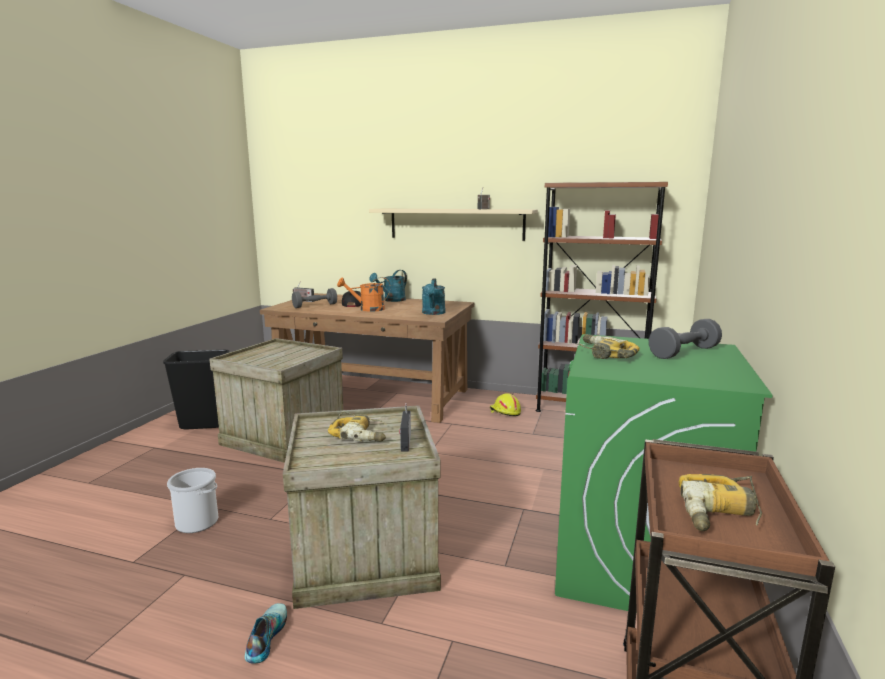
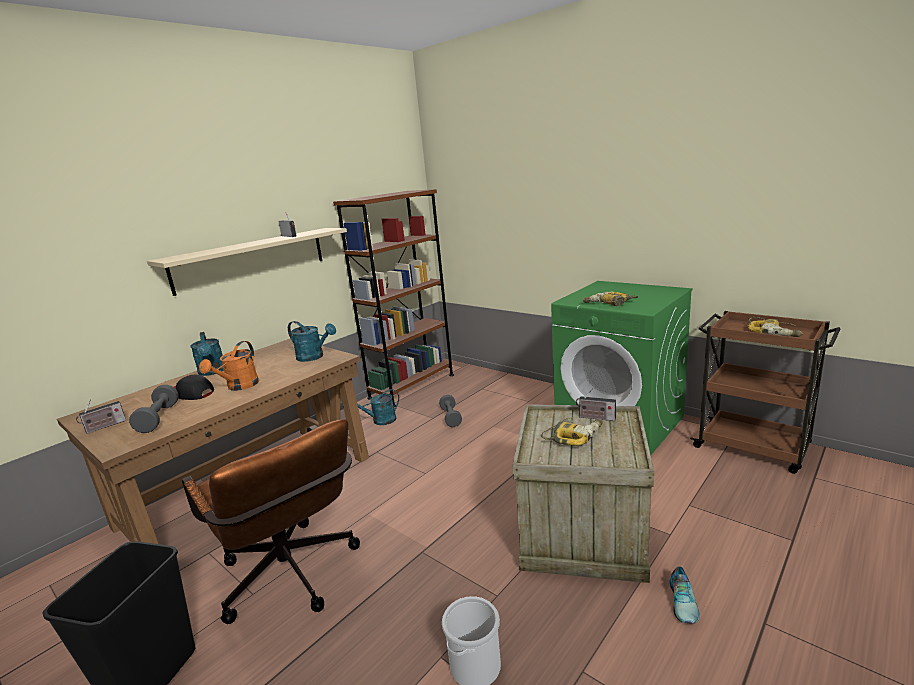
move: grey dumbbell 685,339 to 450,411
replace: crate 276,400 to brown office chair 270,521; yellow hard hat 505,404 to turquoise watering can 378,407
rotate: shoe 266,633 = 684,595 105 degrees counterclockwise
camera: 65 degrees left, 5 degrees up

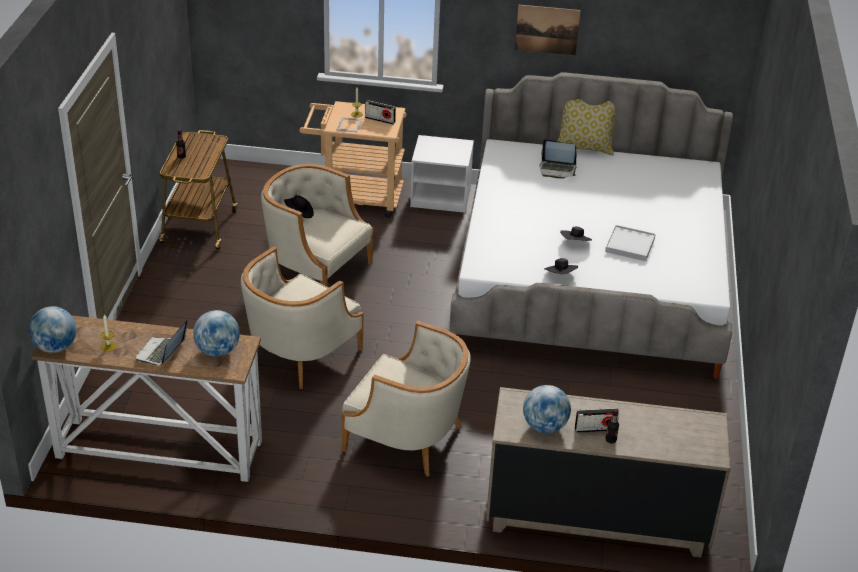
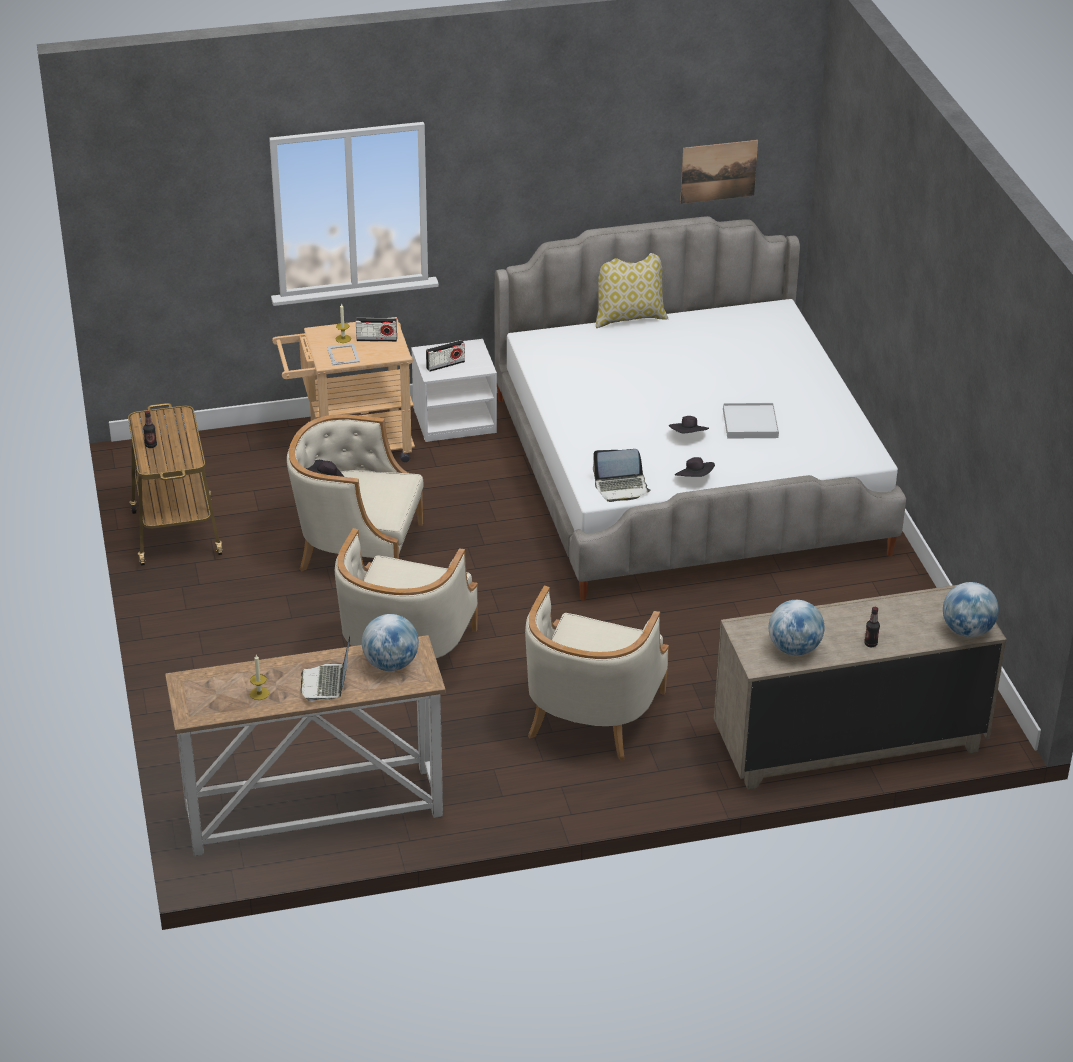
move: globe 52,329 to 971,609; picture 548,30 to 719,172; laptop 558,159 to 622,475; radio 597,420 to 445,356
rotate: beige armchair 406,398 = 597,673 105 degrees clockwise
camera: 20 degrees left, 0 degrees up

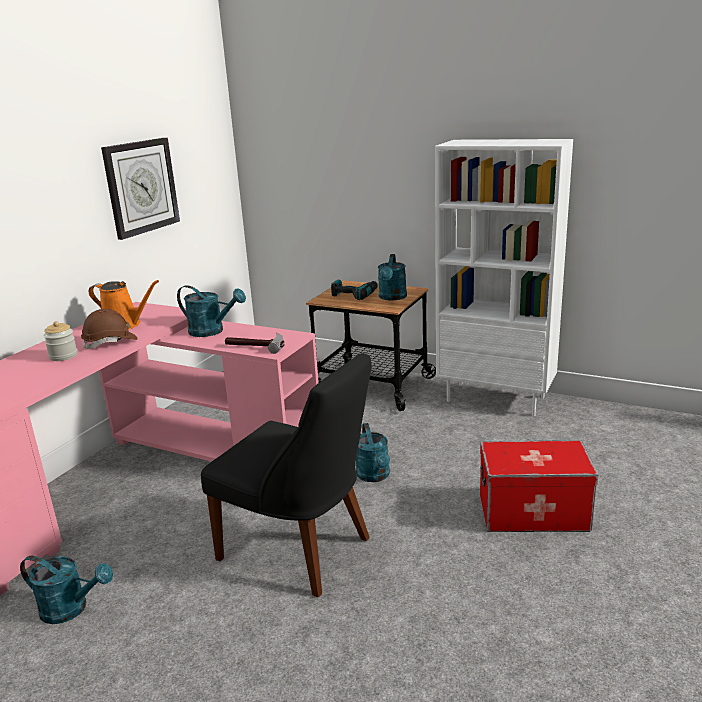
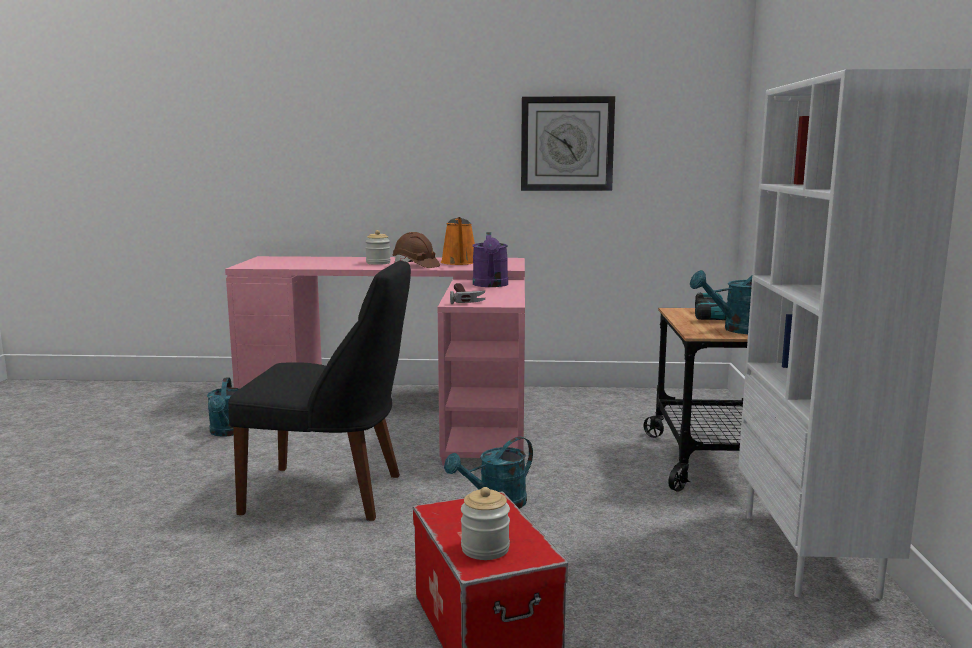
insert: jar 485,523
recolor: turquoise watering can 211,311 to purple watering can 490,259
rotate: black chair 286,475 = 319,390 90 degrees counterclockwise
camera: 65 degrees right, 10 degrees down

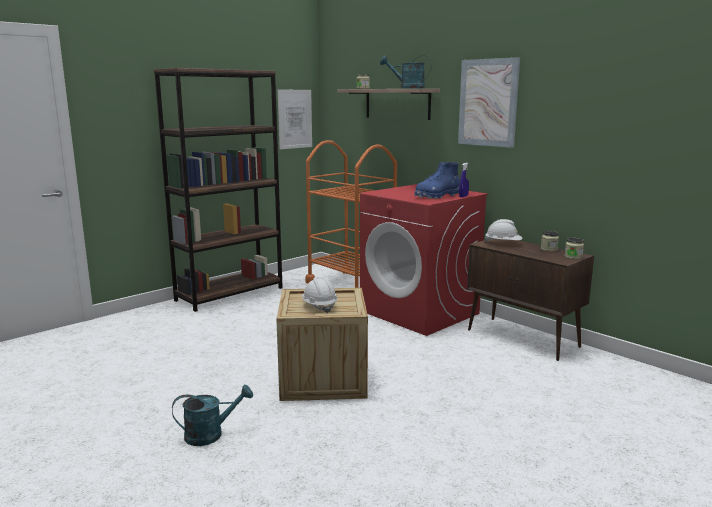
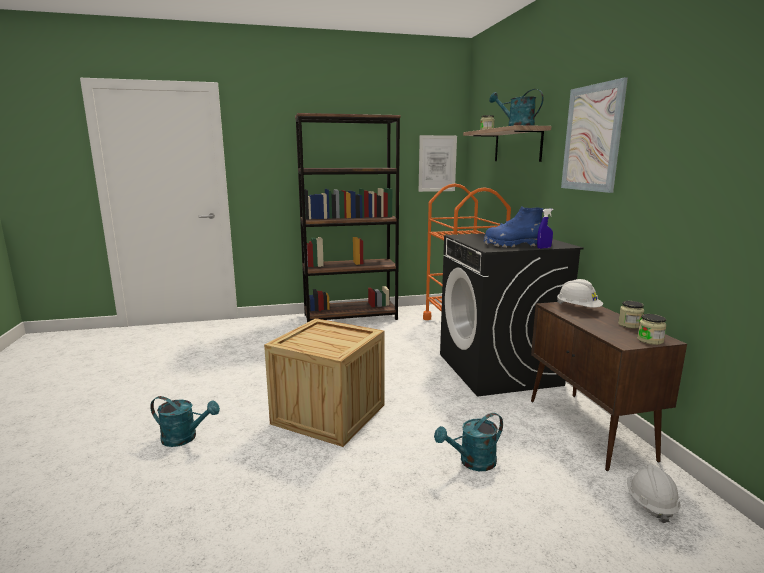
insert: turquoise watering can 468,442
move: white hard hat 320,295 to 654,493
recolor: red washing machine 424,260 to black washing machine 512,314
camera: 30 degrees right, 0 degrees up

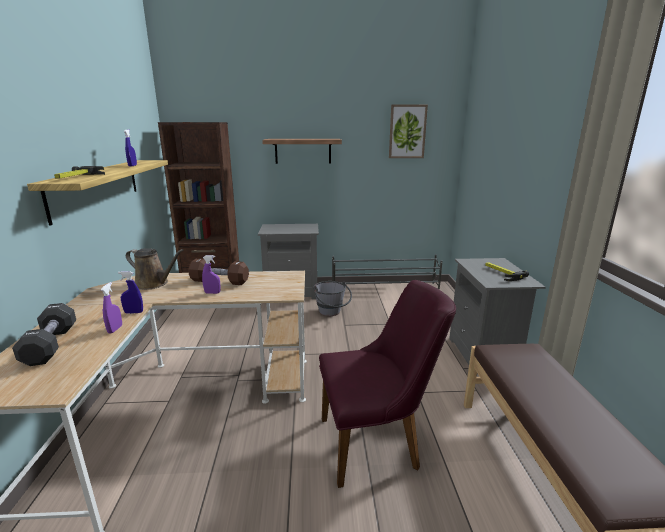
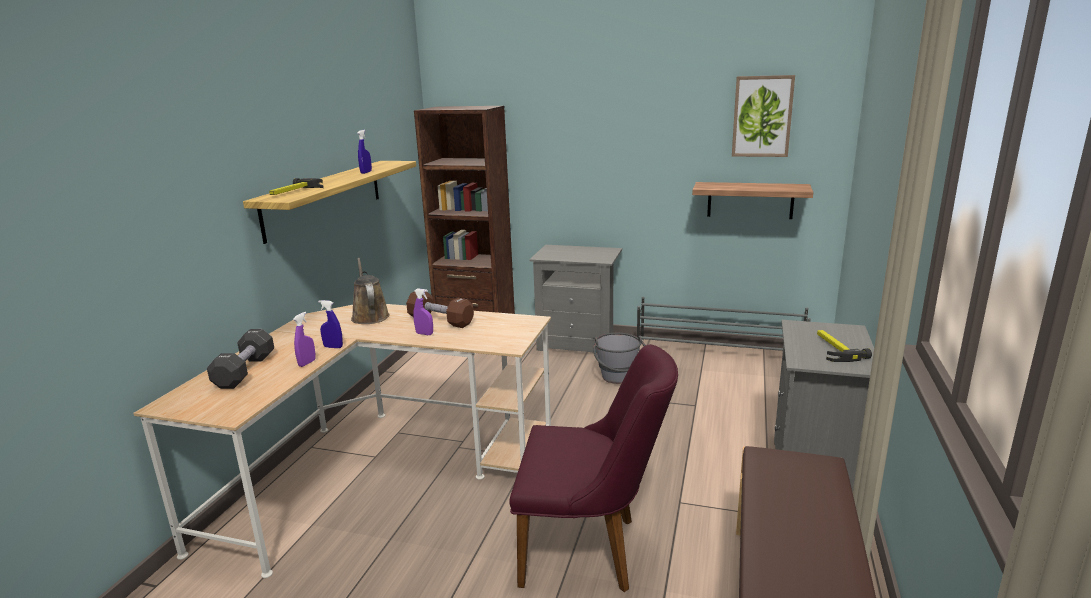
move: shelf 302,151 to 752,200
rotate: brown watering can 155,269 = 370,291 150 degrees counterclockwise
camera: 20 degrees right, 0 degrees up

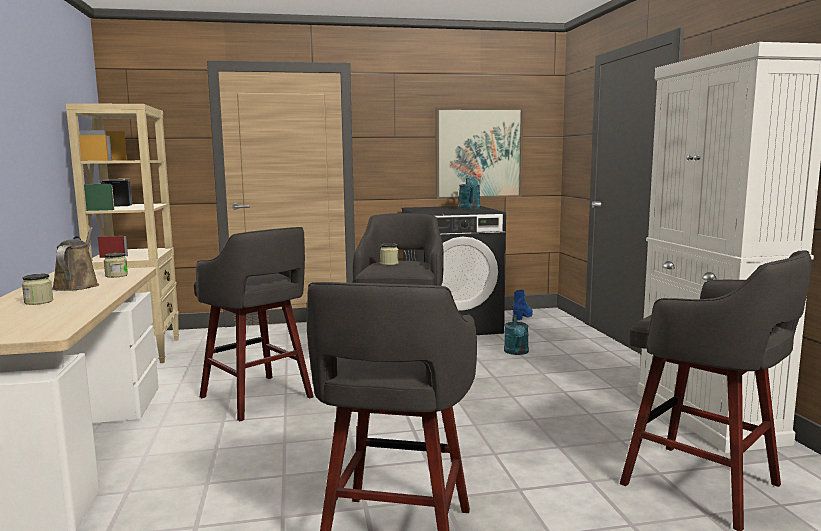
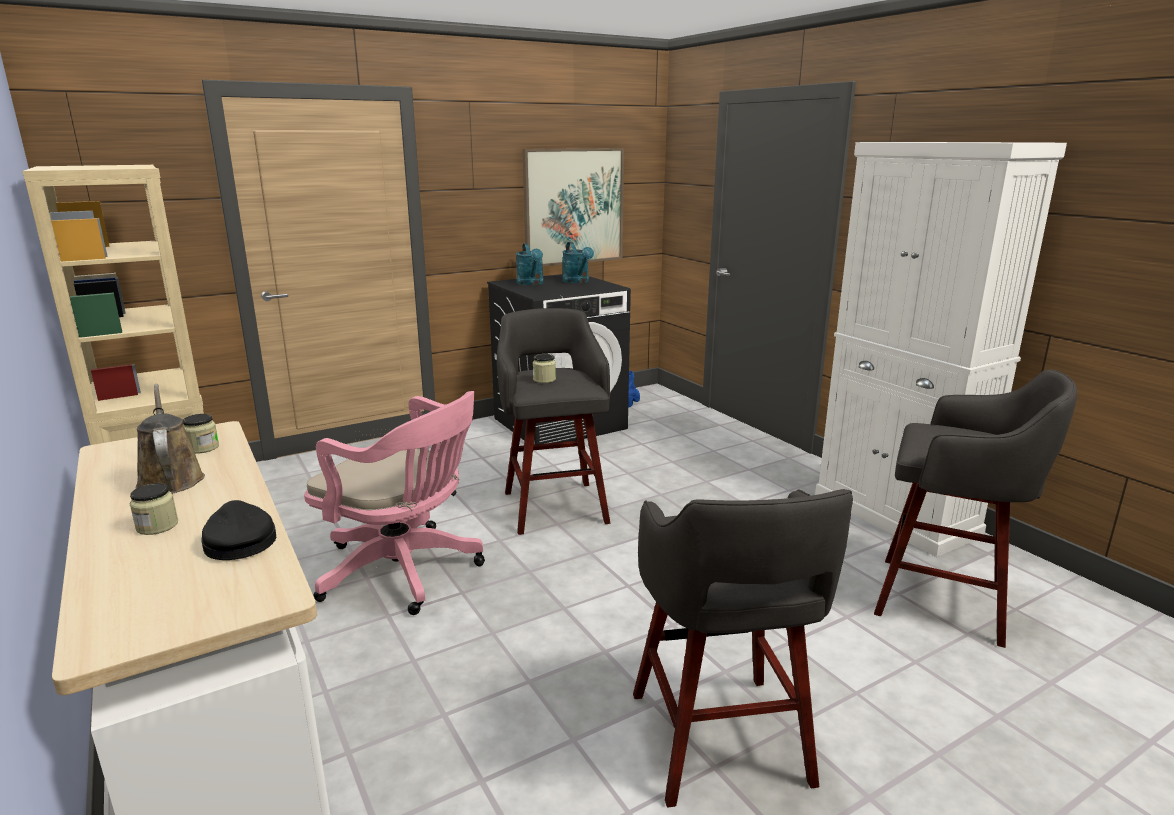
insert: black cap 239,530
move: turquoise watering can 516,335 to 530,264
replace: grey stool 254,324 to pink office chair 394,503
camera: 20 degrees left, 10 degrees up

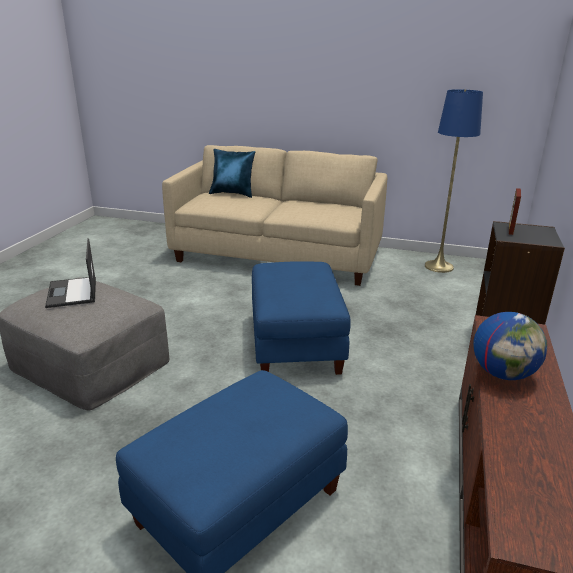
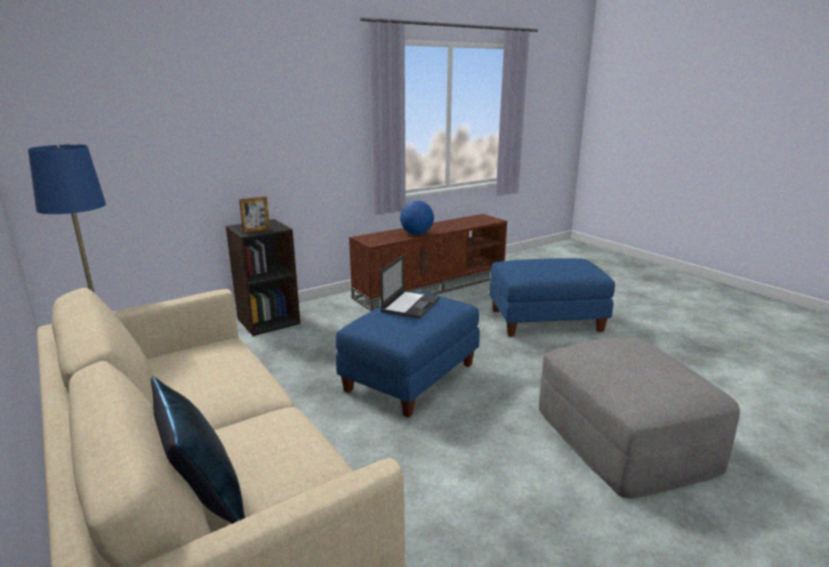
move: laptop 70,273 to 410,286
camera: 140 degrees left, 5 degrees down

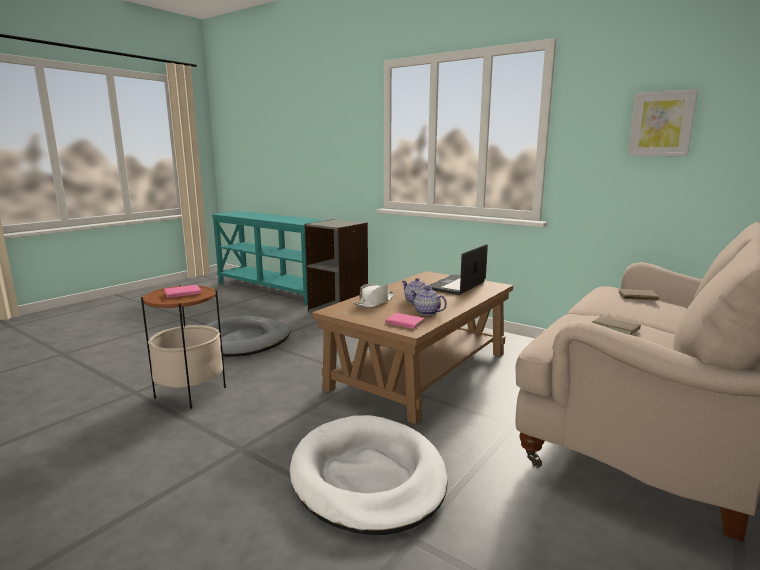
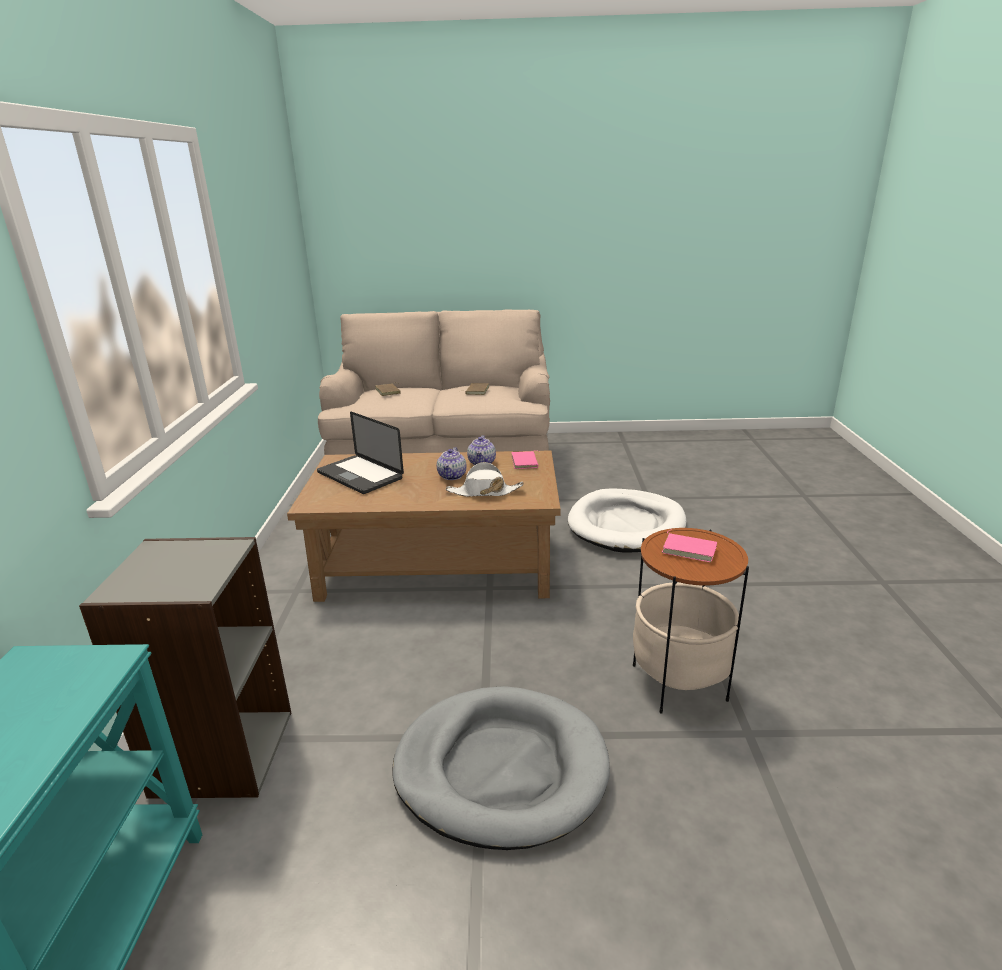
delete: picture 663,122
rotate: laptop 459,269 = 360,453 45 degrees clockwise
camera: 125 degrees left, 10 degrees up

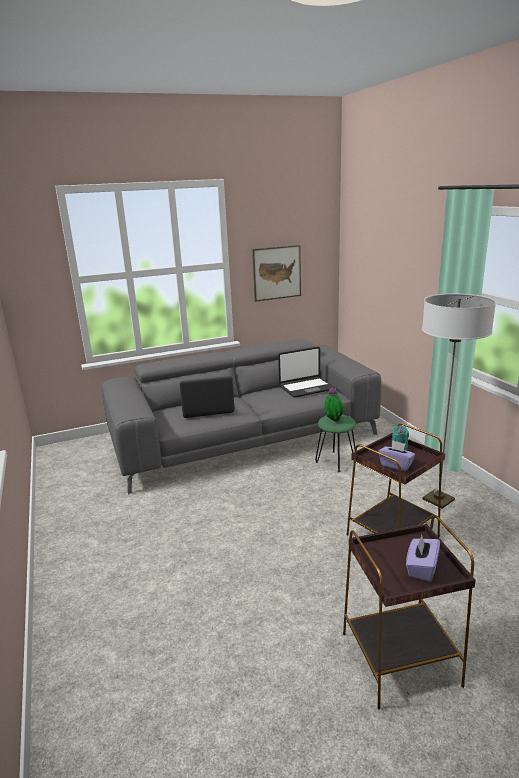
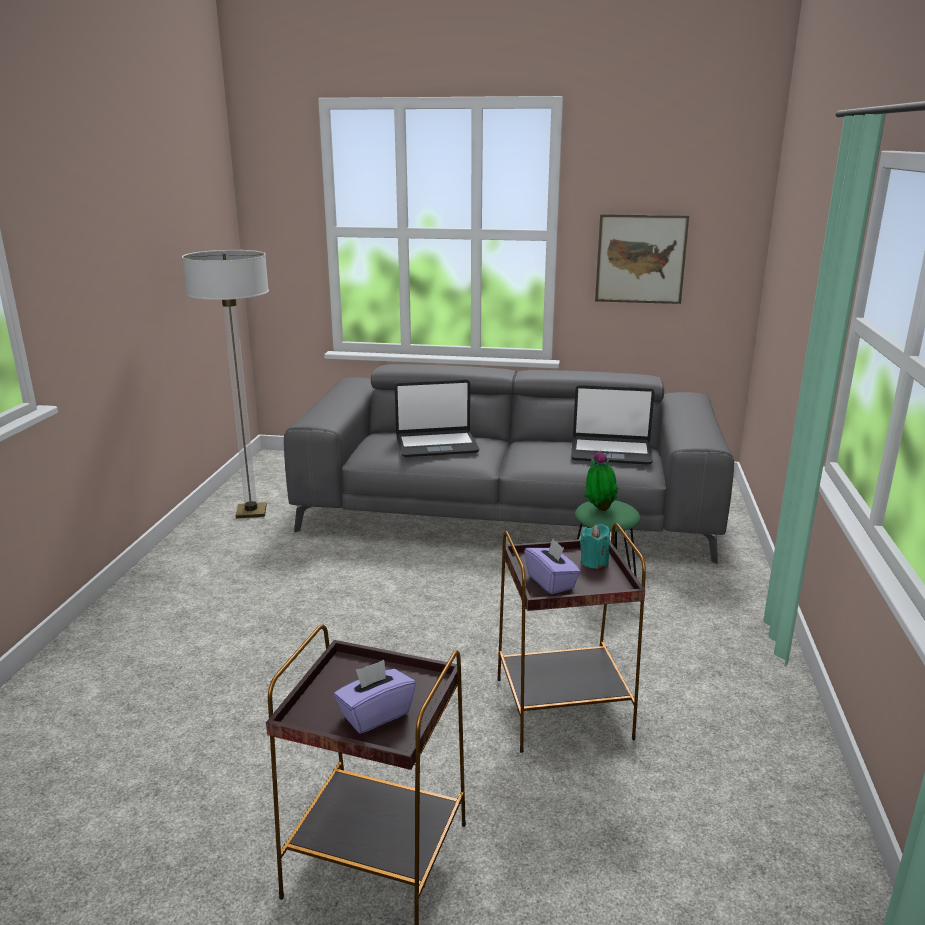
move: floor lamp 459,401 to 225,384
rotate: laptop 207,397 = 437,418 150 degrees clockwise
camera: 30 degrees right, 0 degrees up

